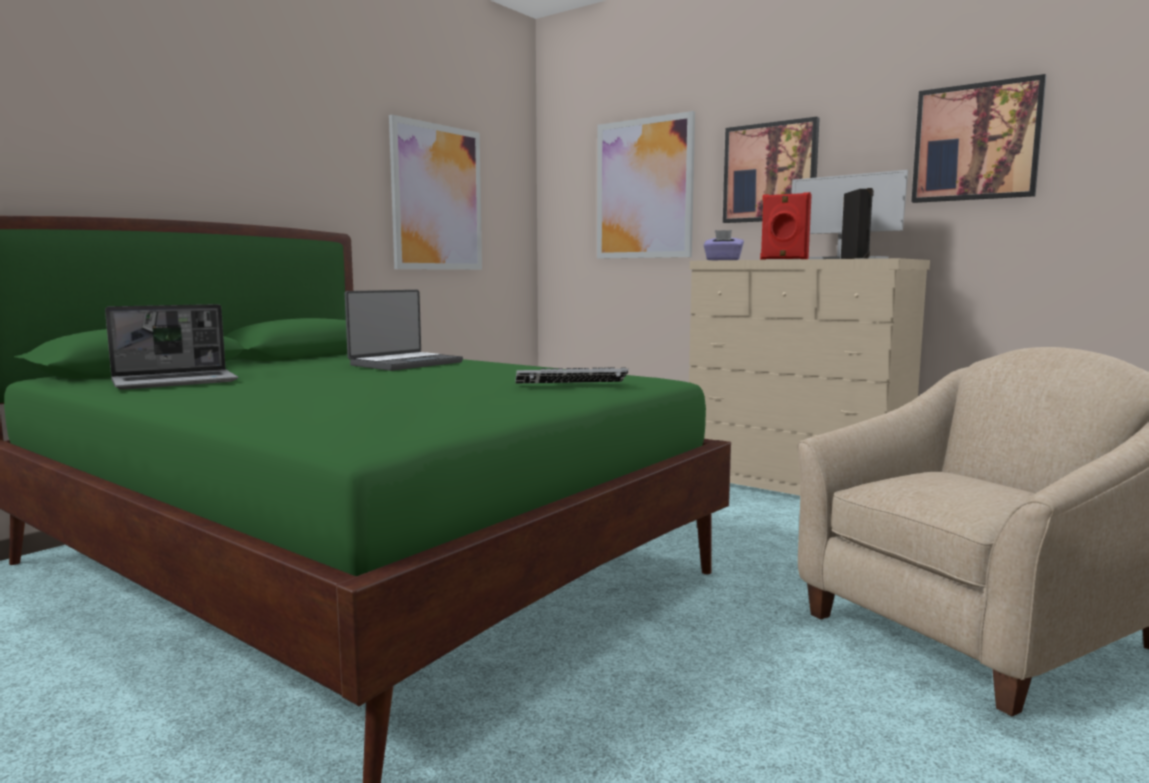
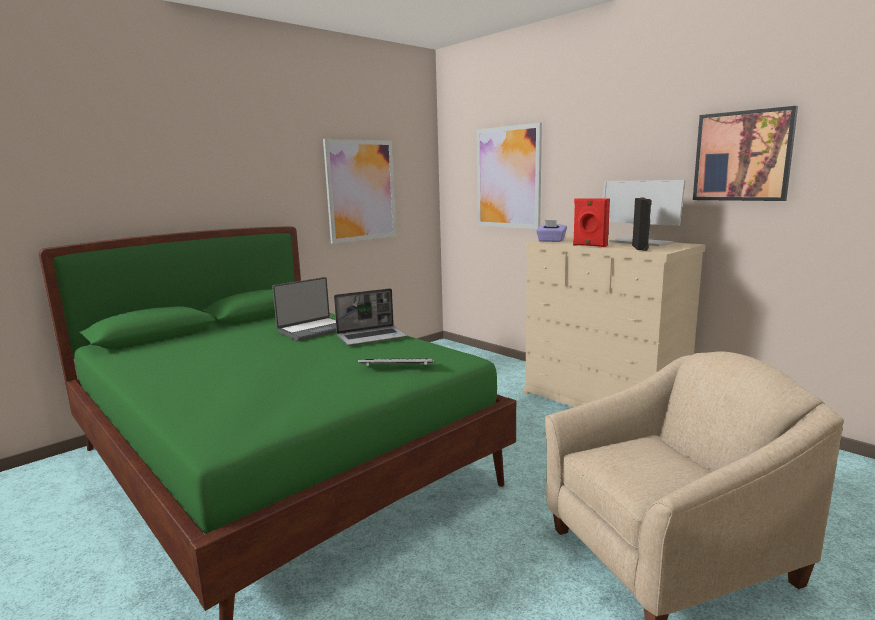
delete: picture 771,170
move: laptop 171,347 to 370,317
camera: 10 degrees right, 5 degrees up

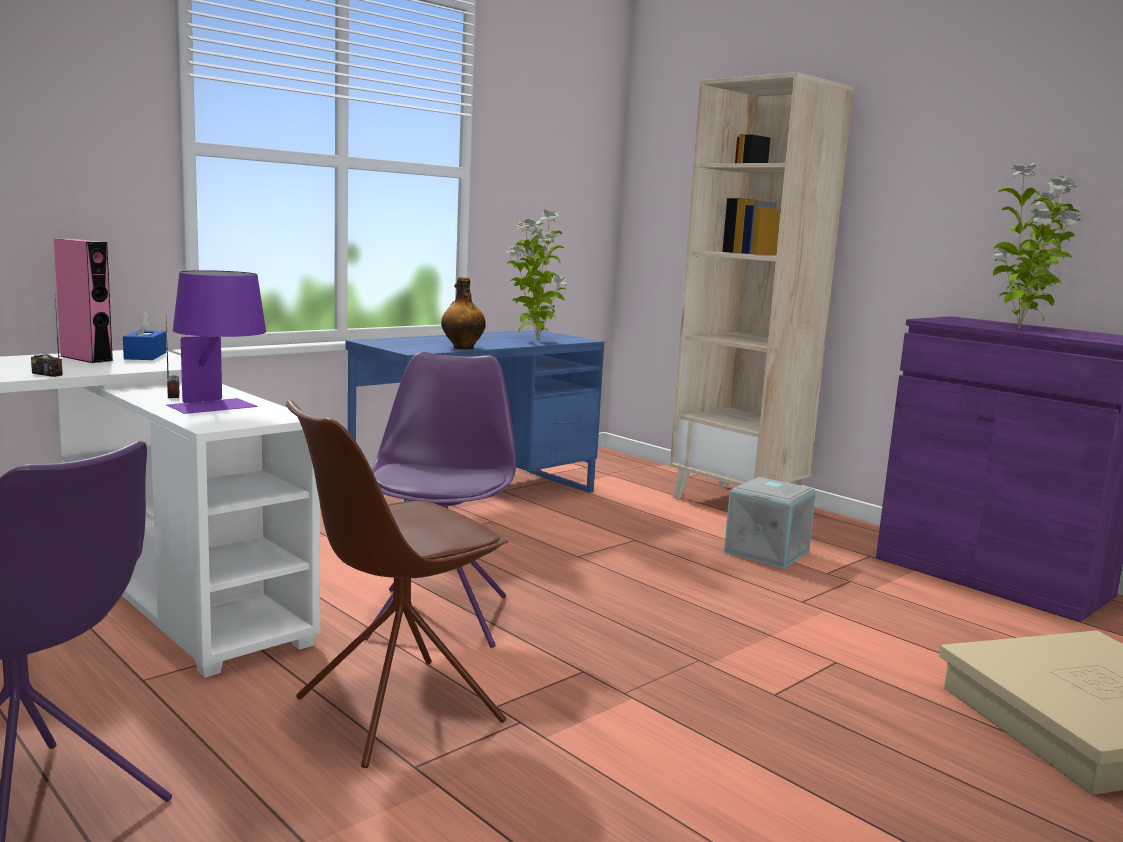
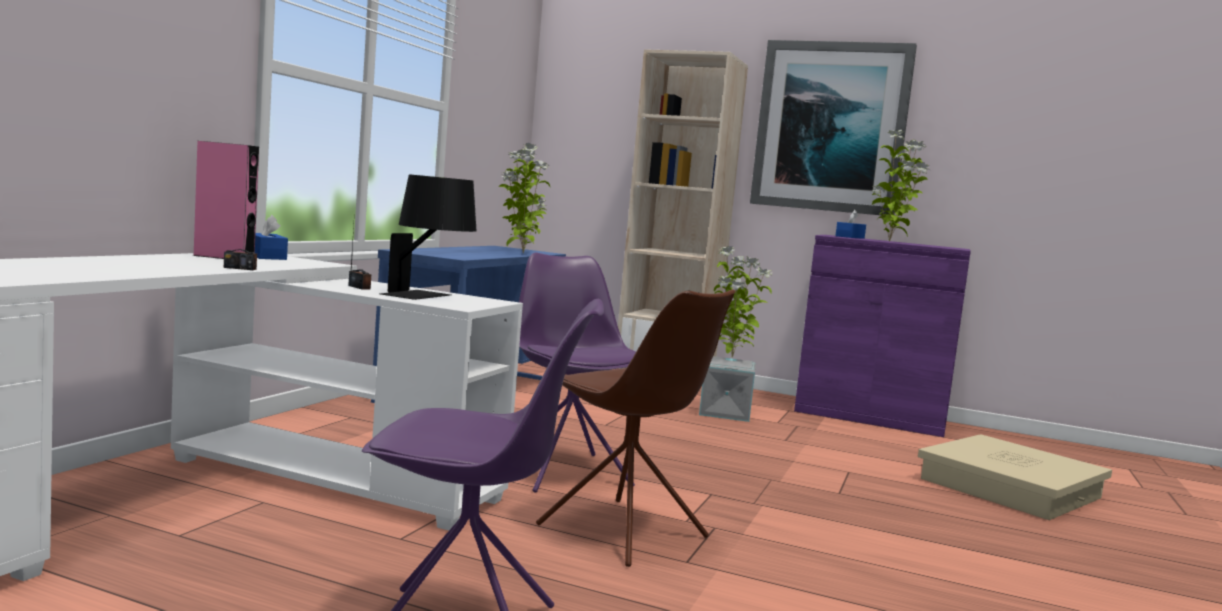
delete: bottle 463,313
insert: potted plant 743,302; picture 833,127; blue tissue box 850,224
recolor: purple table lamp 216,342 to black table lamp 428,237
rotate: brown chair 397,584 = 636,428 75 degrees counterclockwise
camera: 25 degrees left, 5 degrees down

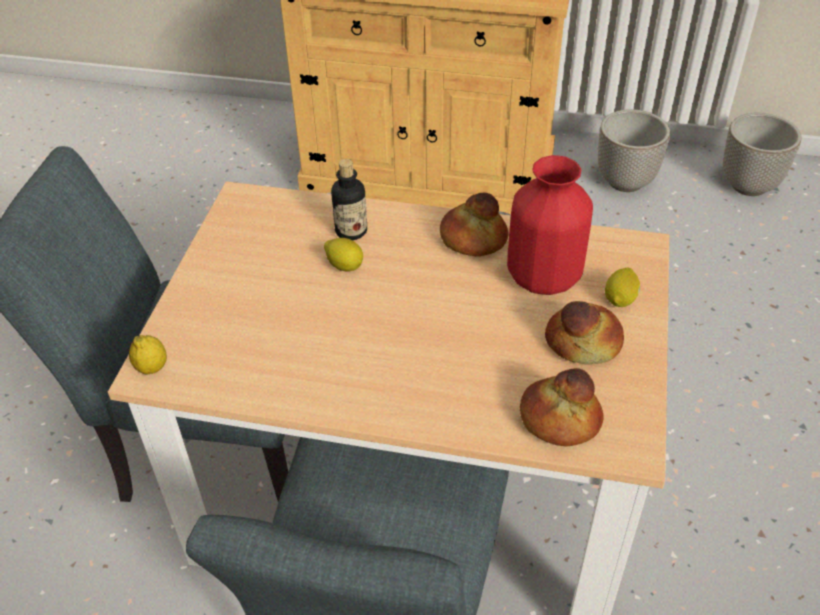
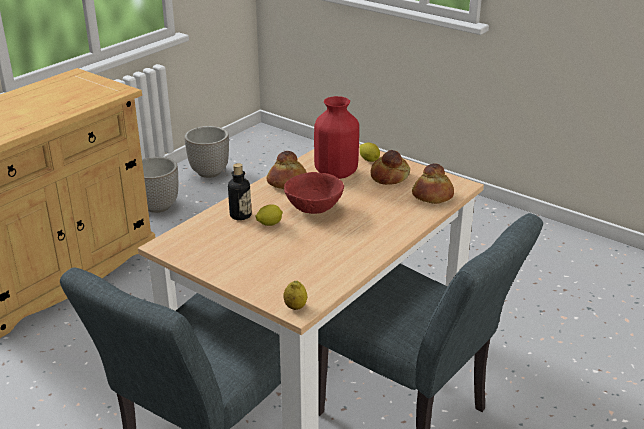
insert: red bowl 314,193
camera: 65 degrees left, 15 degrees down

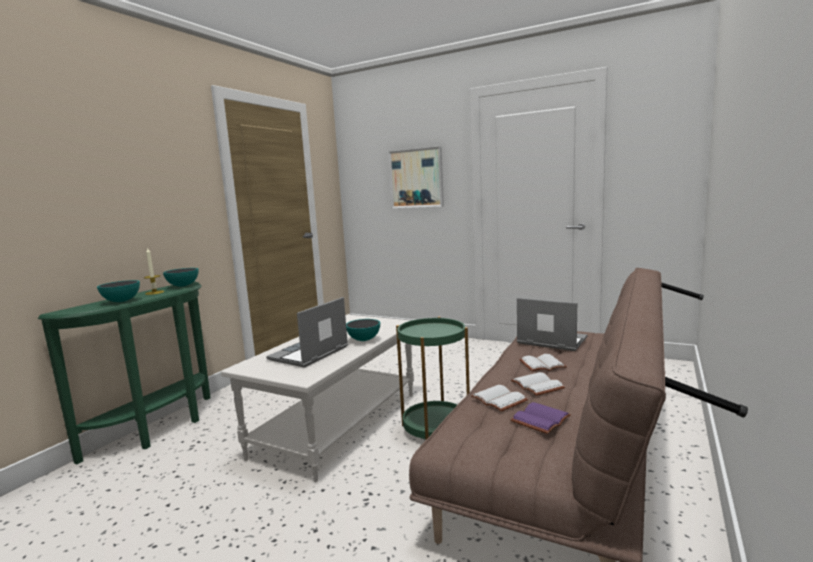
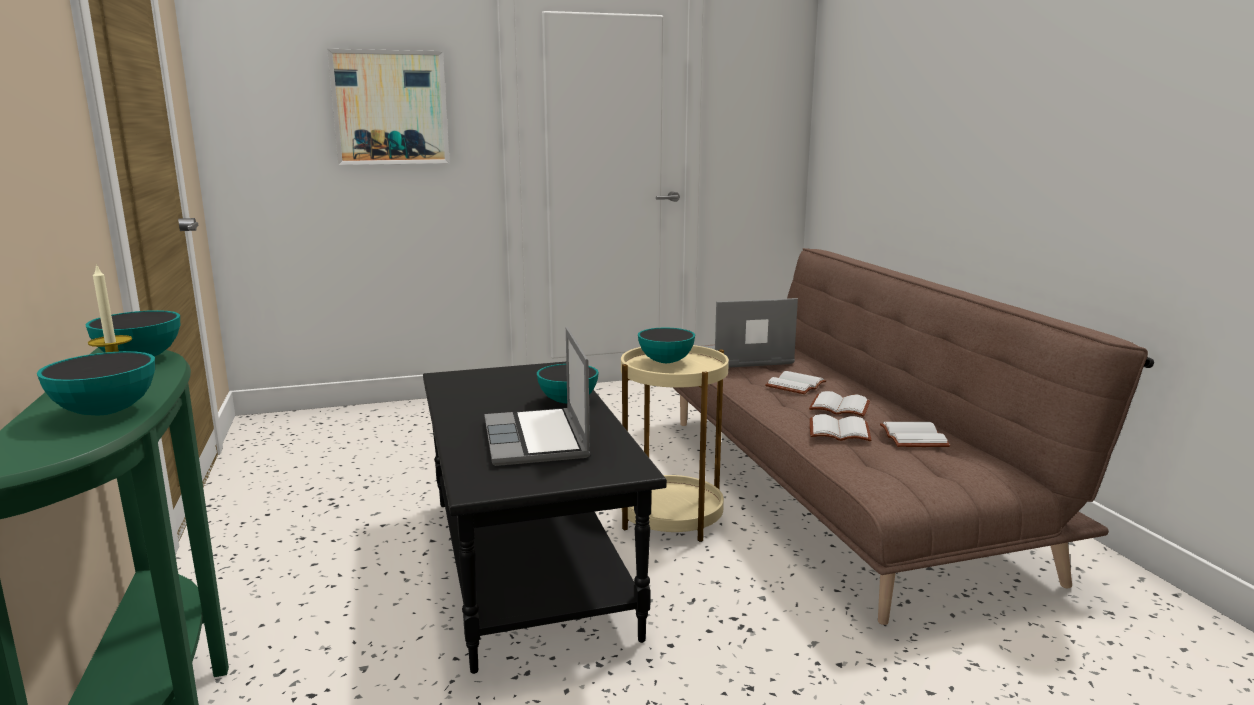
insert: bowl 666,345
recolor: white coffee table 317,398 to black coffee table 545,518; green side table 433,378 to beige side table 675,443; purple book 540,418 to white book 915,434
camera: 45 degrees left, 5 degrees up

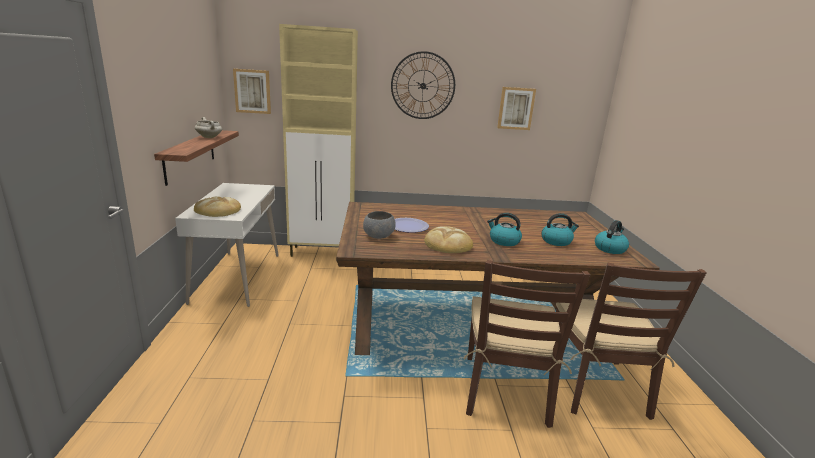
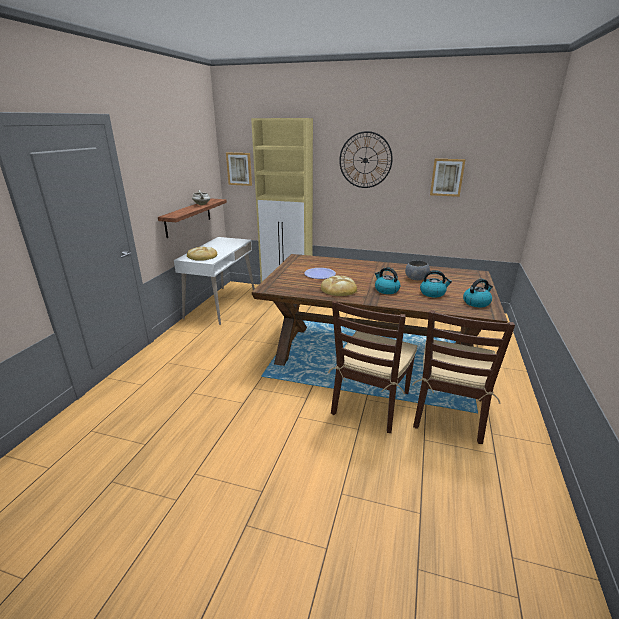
move: grey bowl 379,225 to 417,270
camera: 20 degrees right, 5 degrees up

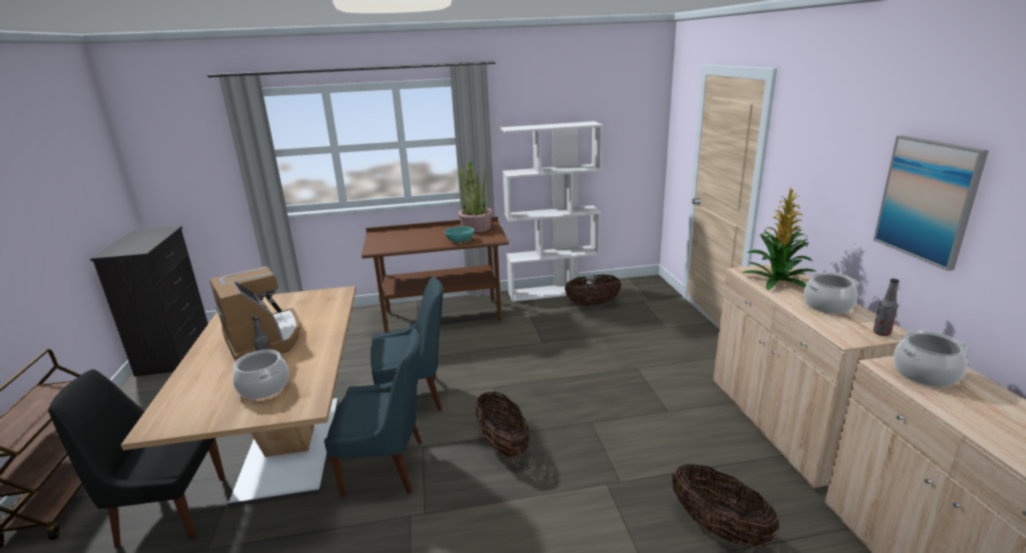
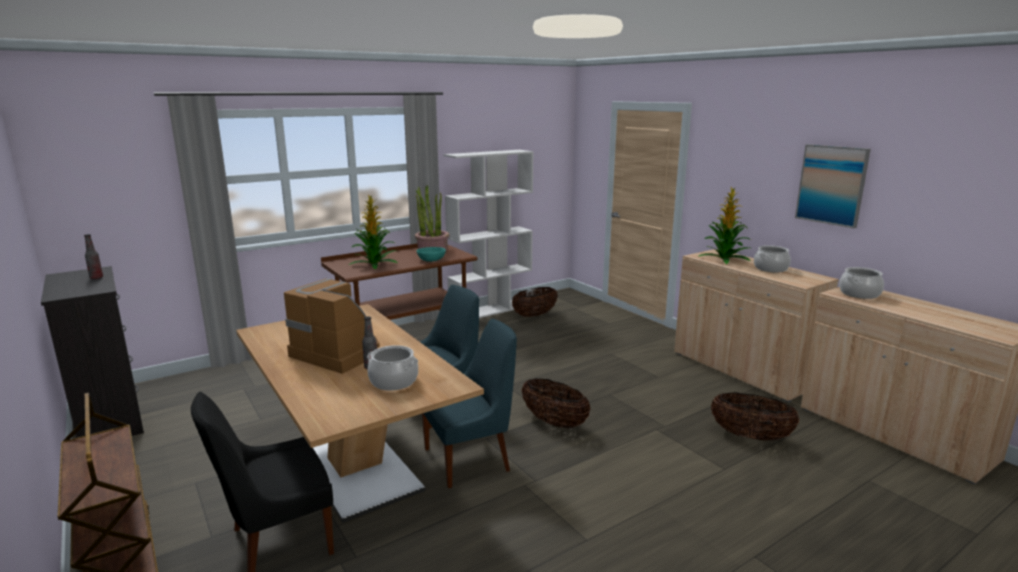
insert: potted plant 373,231
move: bottle 886,307 to 93,256
camera: 25 degrees left, 5 degrees down

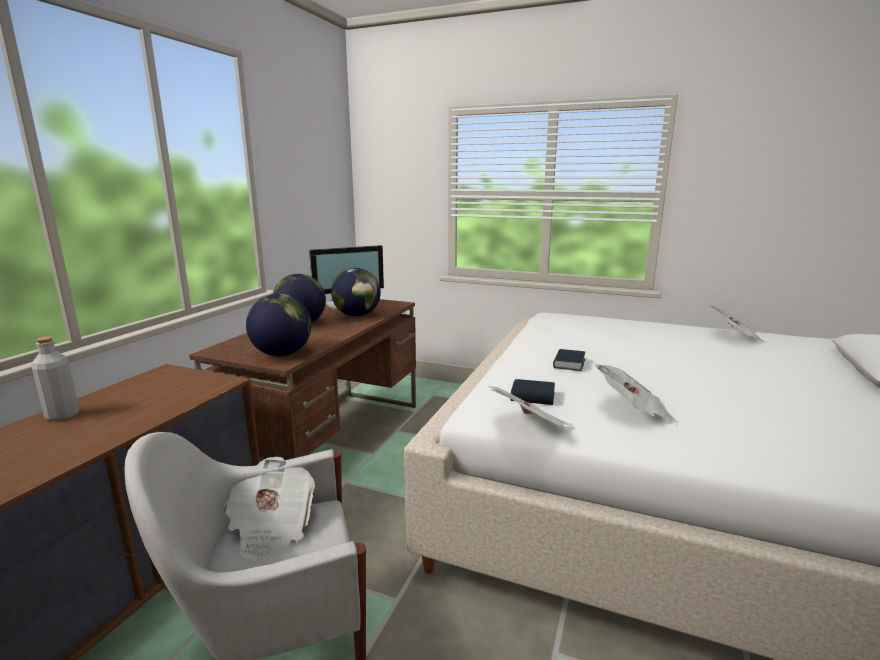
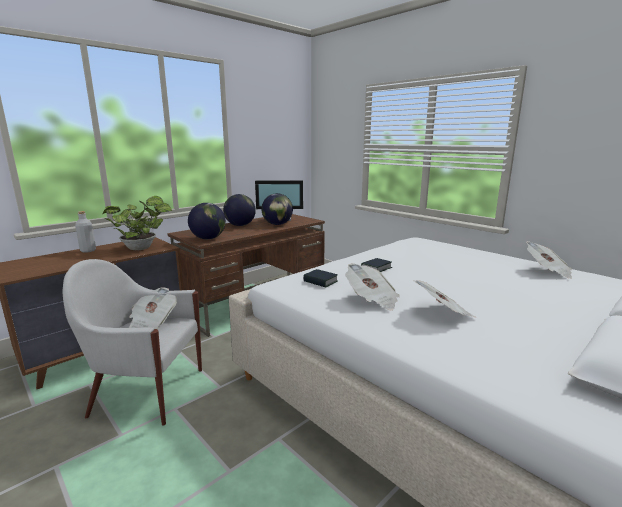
insert: potted plant 137,223
move: newspaper 530,406 to 445,299
camera: 25 degrees right, 0 degrees up

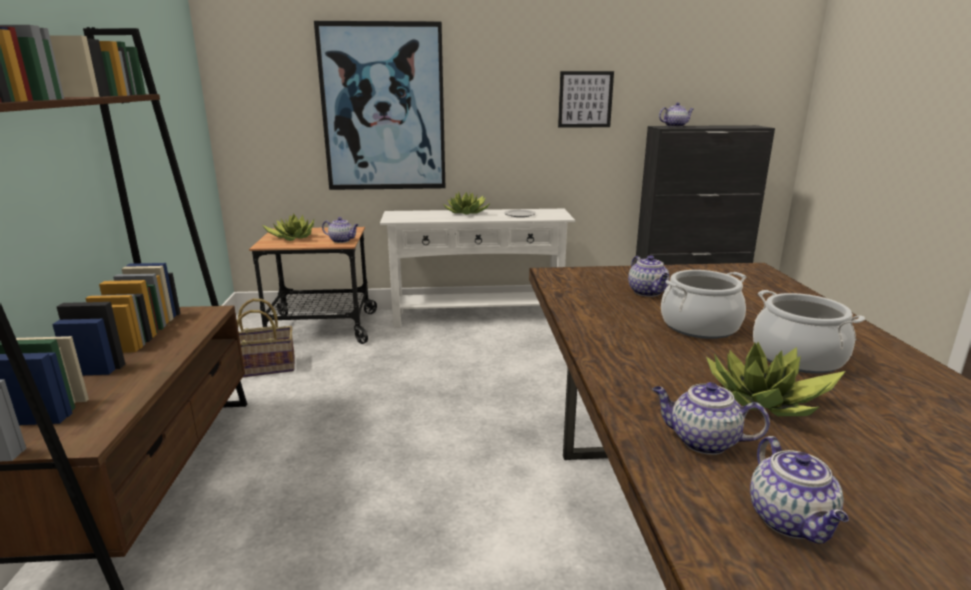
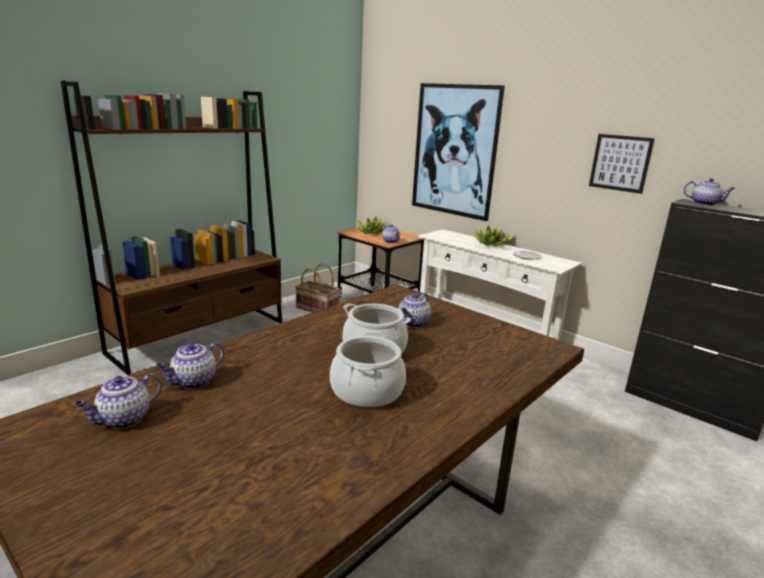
delete: potted plant 776,379
rotate: teapot 711,418 = 191,365 120 degrees counterclockwise
camera: 45 degrees right, 0 degrees up

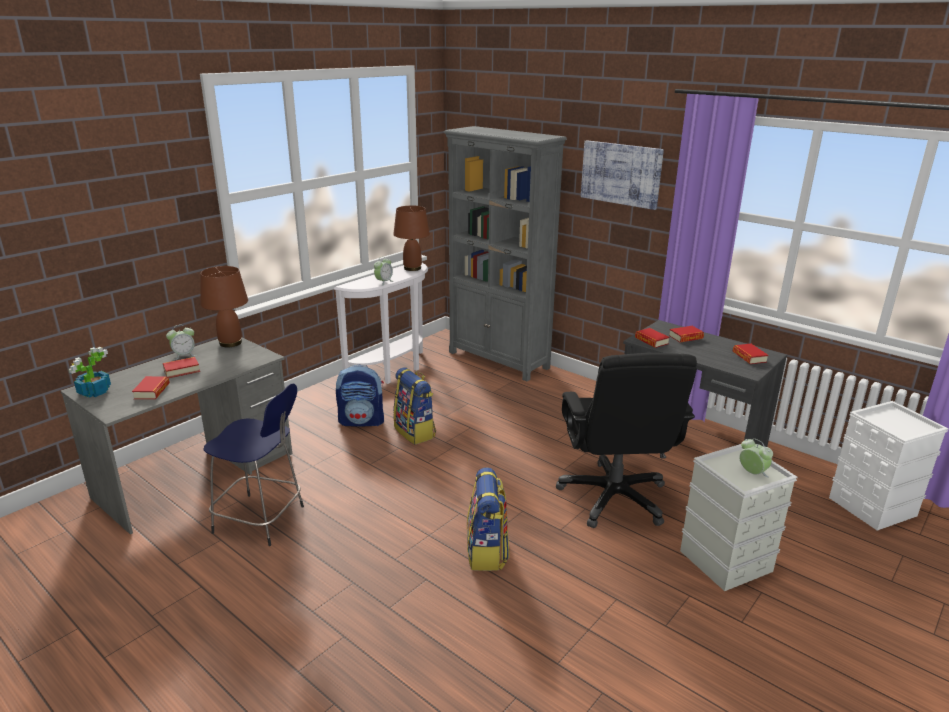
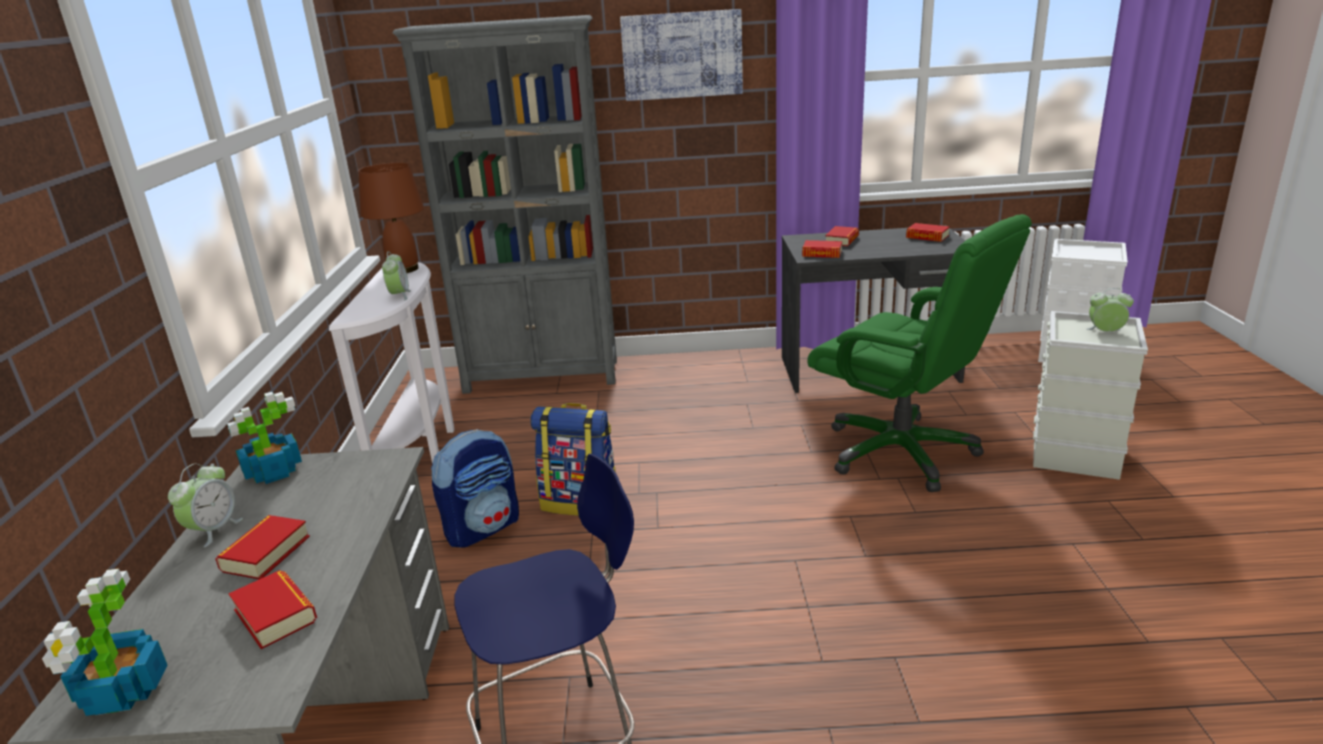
delete: backpack 488,519
replace: brown table lamp 224,307 to potted plant 264,438
recolor: black office chair 626,440 to green office chair 919,353
camera: 40 degrees left, 0 degrees up

